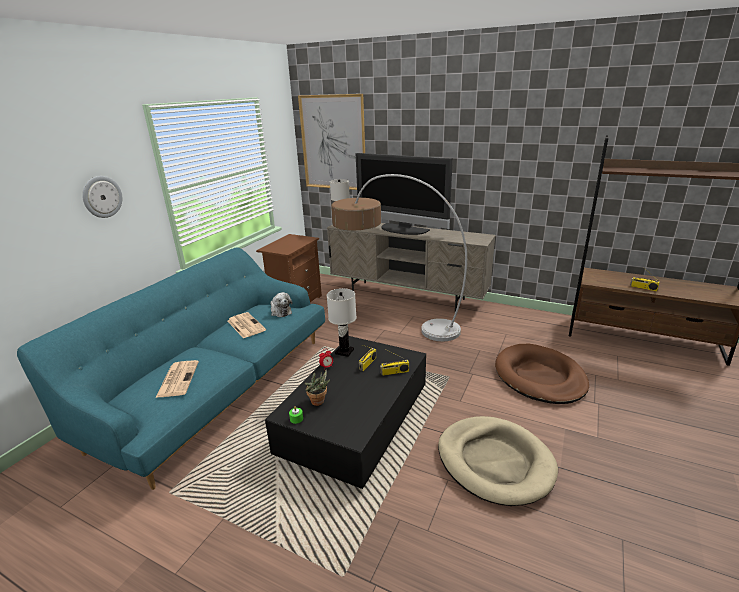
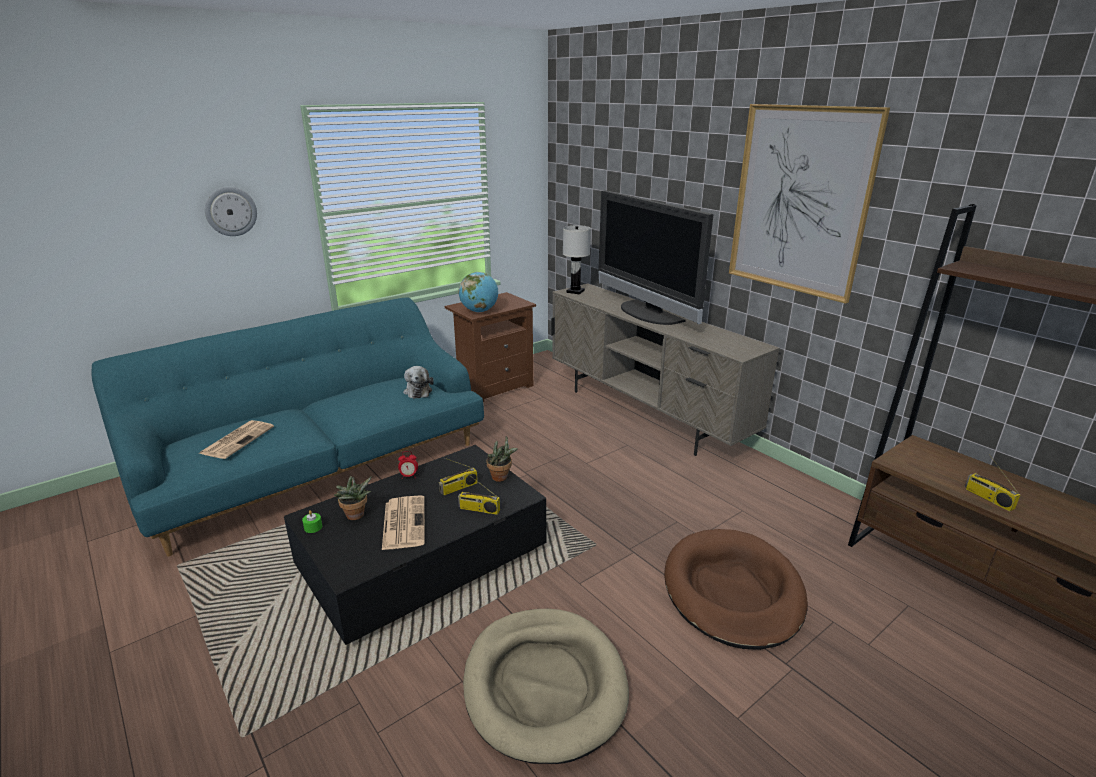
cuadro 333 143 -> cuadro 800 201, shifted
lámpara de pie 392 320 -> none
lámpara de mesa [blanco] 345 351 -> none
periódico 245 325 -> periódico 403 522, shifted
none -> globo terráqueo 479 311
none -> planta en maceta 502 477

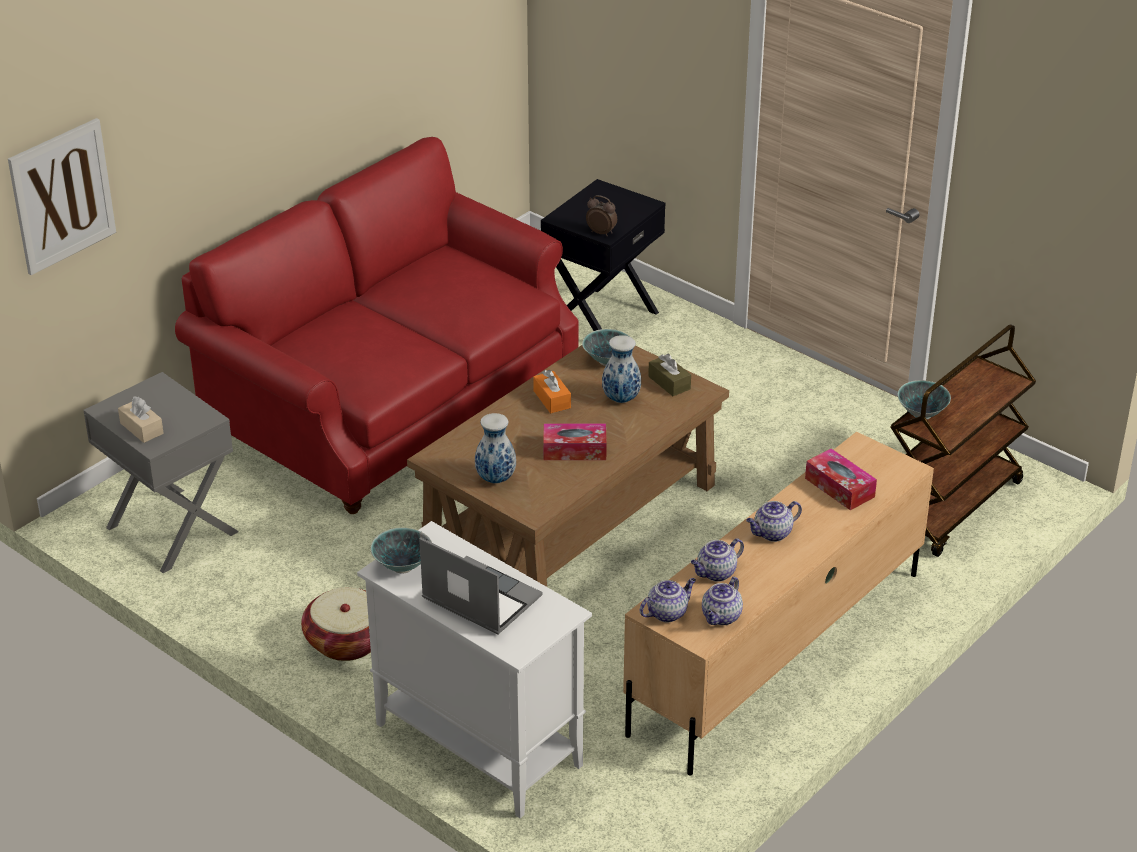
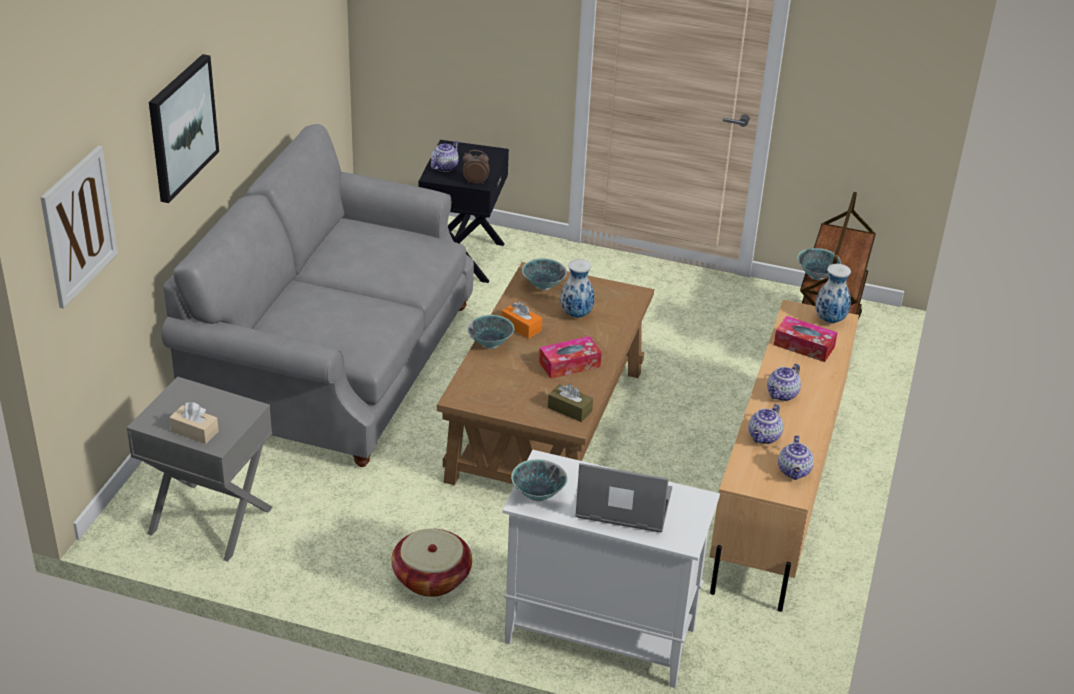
sofá [rojo] 392 400 -> sofá [gris] 333 362
caja de pañuelos [marrón] 669 383 -> caja de pañuelos [marrón] 569 409, shifted
florero 495 479 -> florero 829 320, shifted
tetera 667 612 -> tetera 444 167, shifted
none -> cuadro 181 127
none -> cuenco 490 344

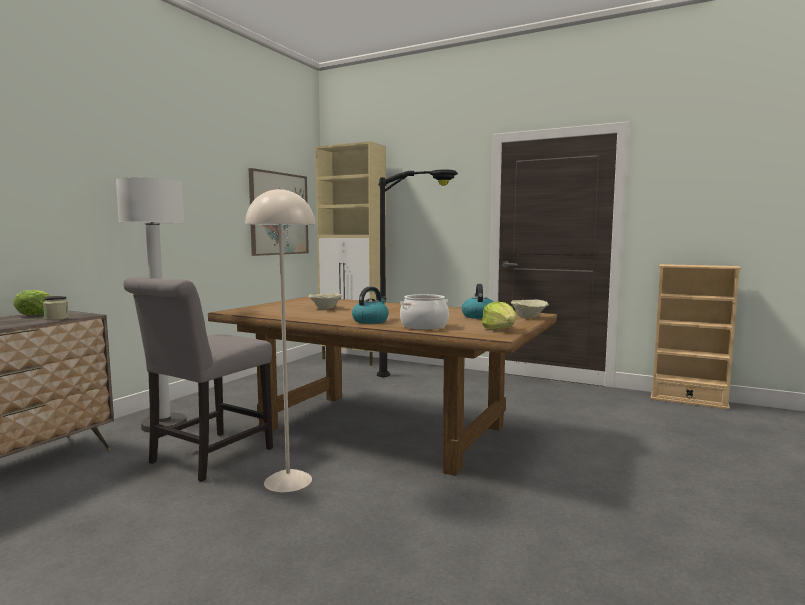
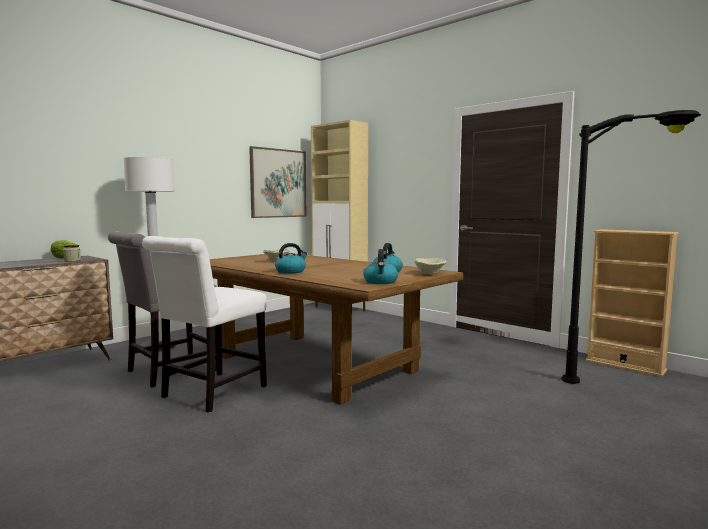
lámpara de pie [negro] 425 375 -> lámpara de pie [negro] 630 385, shifted
lámpara de pie [beis] 287 481 -> silla [blanco] 210 393
olla 424 326 -> none
lechuga 500 329 -> hervidor 380 282

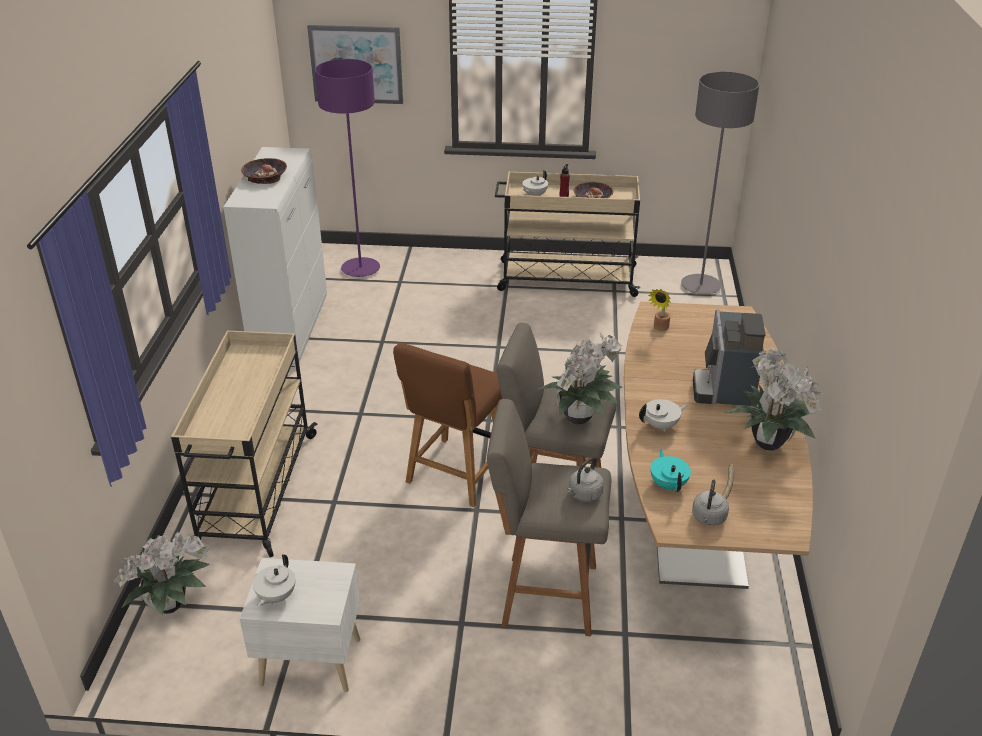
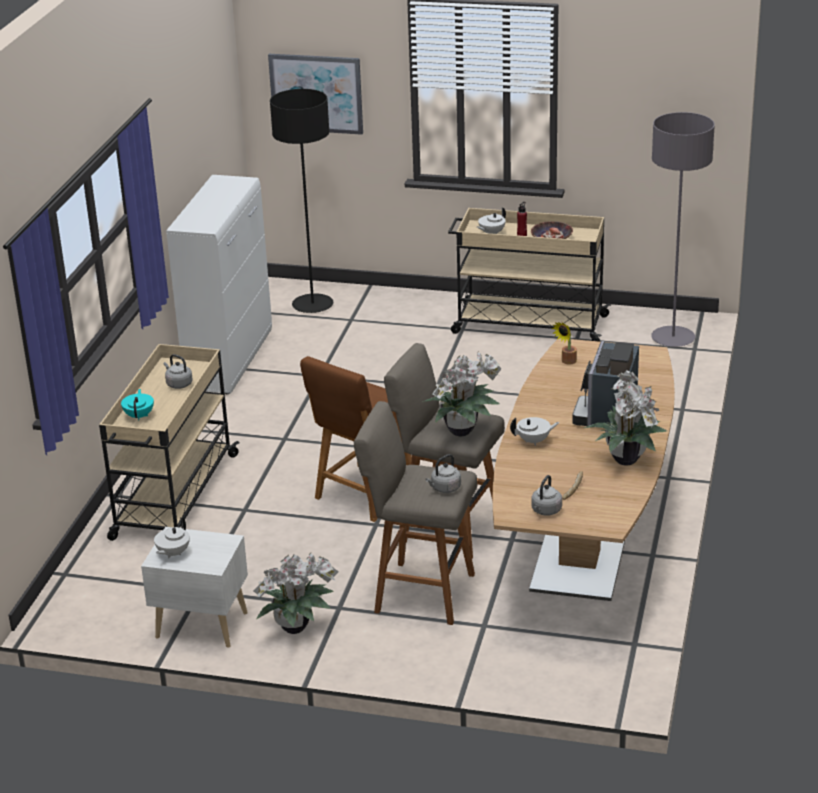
lámpara de pie [morado] 360 269 -> lámpara de pie [negro] 312 305
cuenco 265 177 -> none
tetera [turquesa] 668 484 -> tetera [turquesa] 139 416, shifted
planta en maceta 173 605 -> planta en maceta 297 628, shifted
none -> hervidor [gris] 178 384

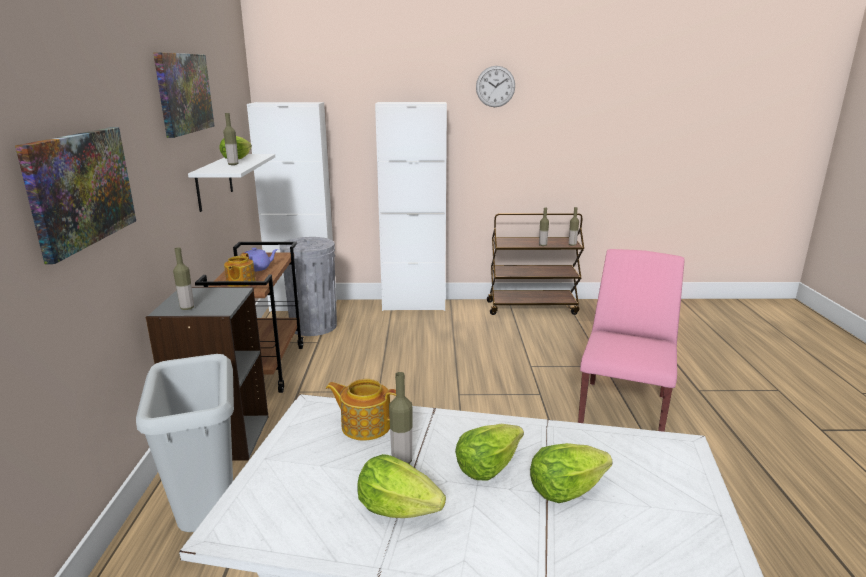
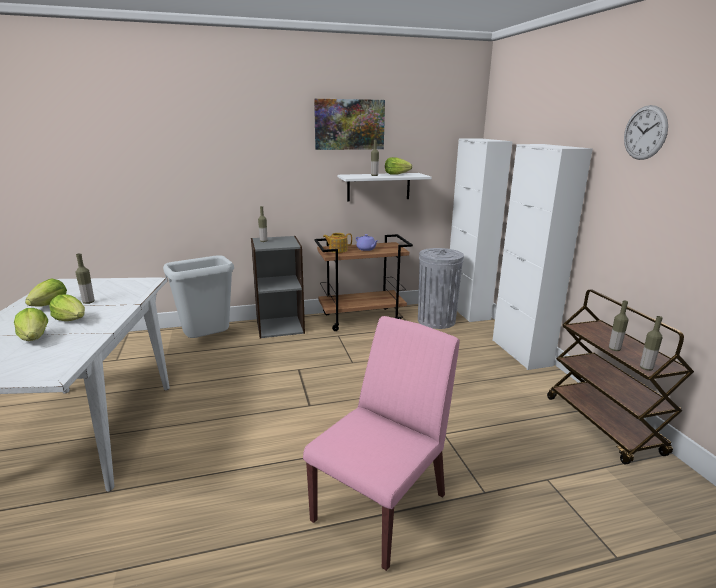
cuadro 80 189 -> none
silla [rosa] 623 411 -> silla [rosa] 381 507, 60 degrees counterclockwise
tetera 365 425 -> none

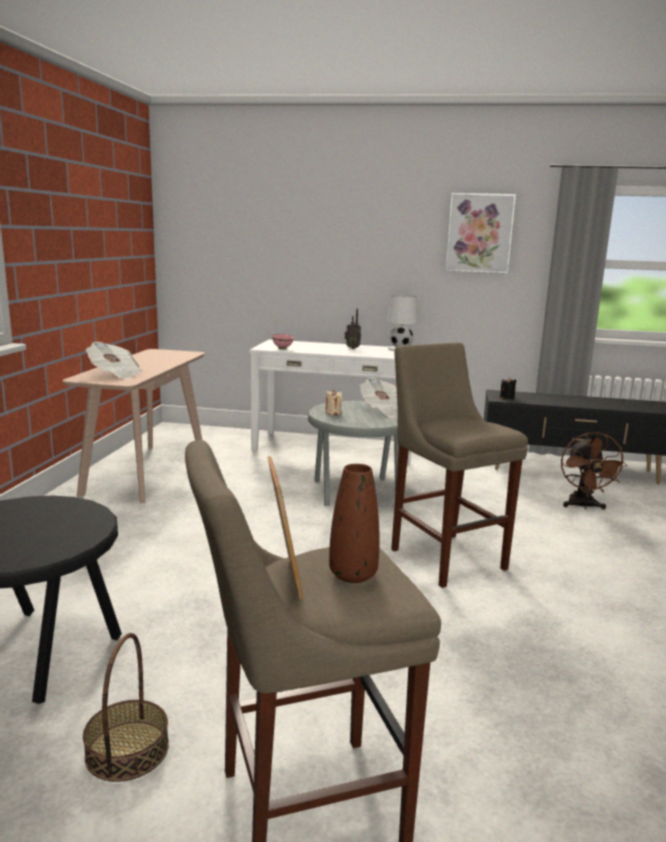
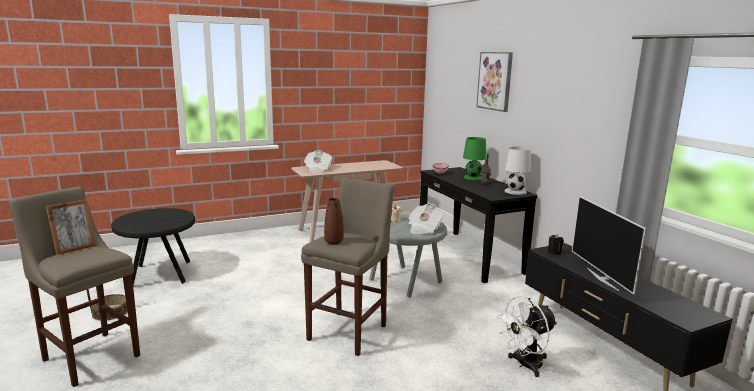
cuadro 479 233 -> cuadro 495 81, shifted
mesa consola [blanco] 334 447 -> mesa consola [negro] 468 255
ventilador [marrón] 583 506 -> ventilador [blanco] 525 365
florero [marrón] 353 575 -> florero [marrón] 333 242, shifted
none -> lámpara de mesa [verde] 473 178
none -> televisor 603 279

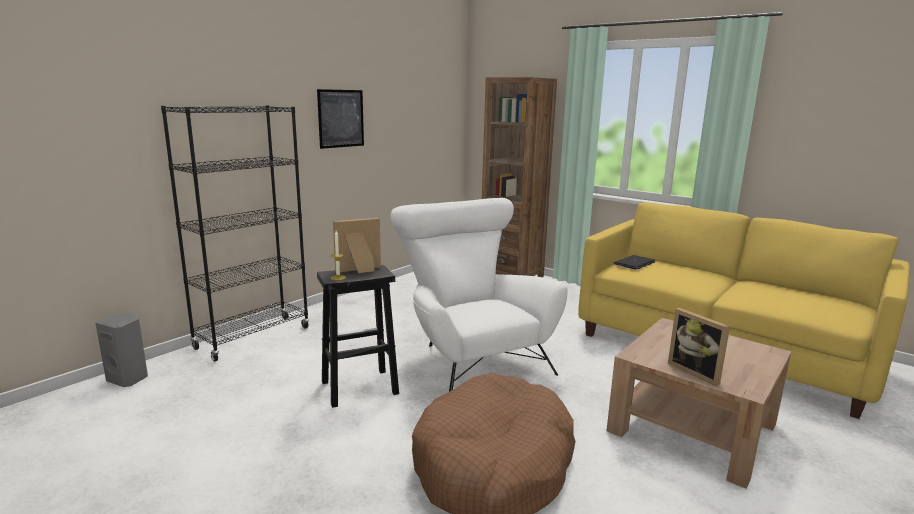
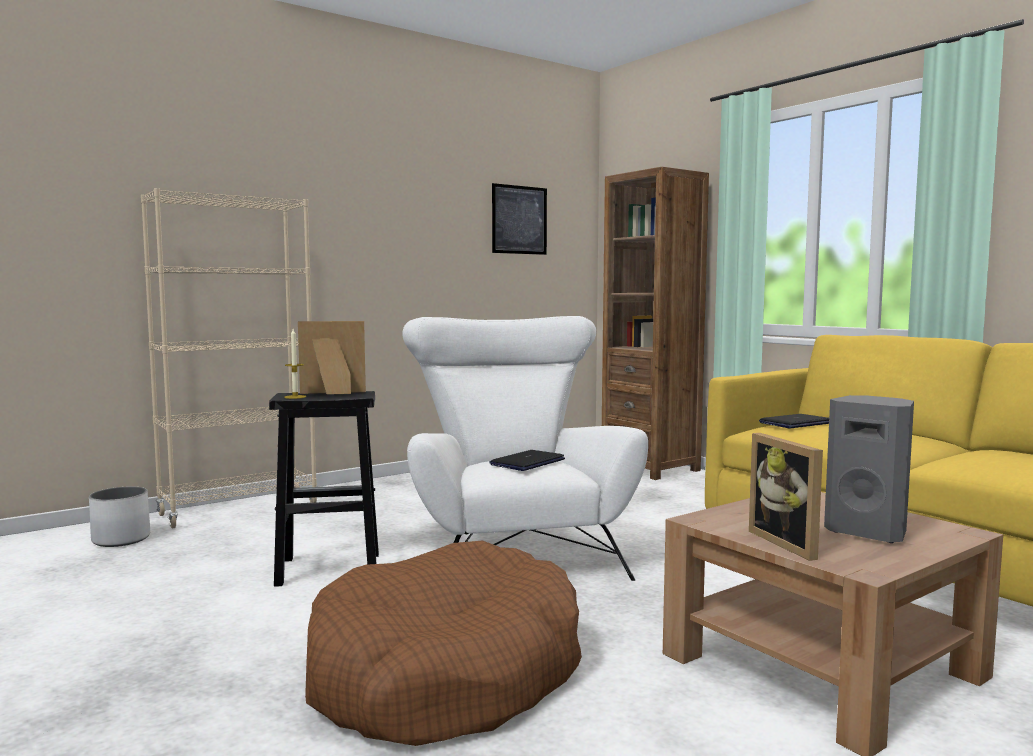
cuadro 341 118 -> cuadro 519 220, shifted
estantería [negro] 253 338 -> estantería [beis] 239 509
altavoz [gris] 129 379 -> altavoz [gris] 868 532, shifted
none -> portátil 527 462
none -> maceta [blanco] 121 539

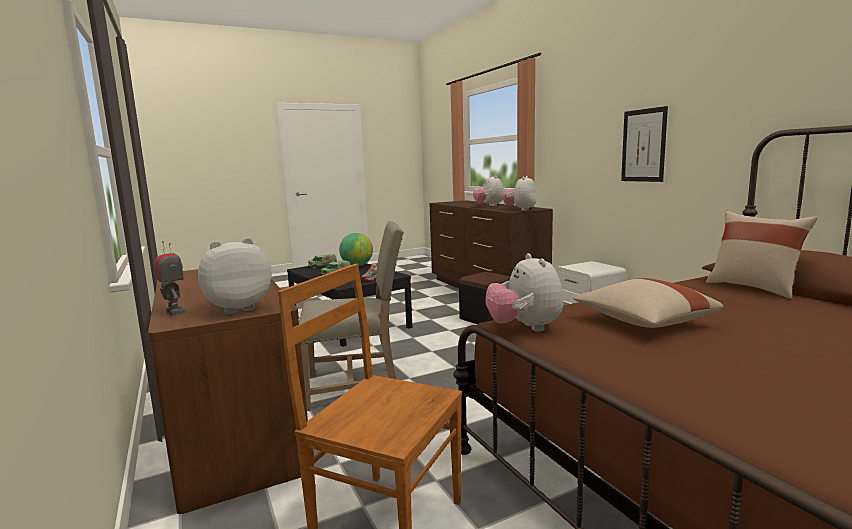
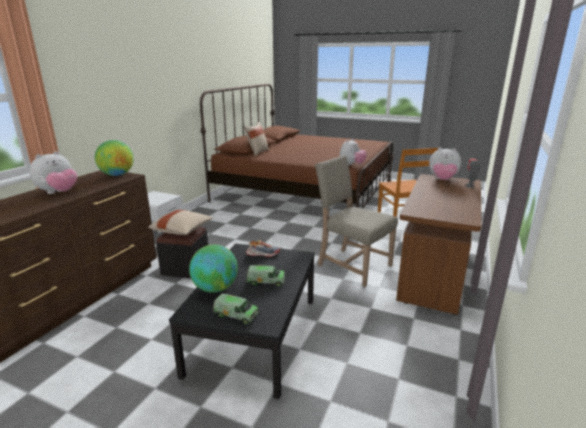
cuadro 643 145 -> none
peluche 520 210 -> globo terráqueo 117 175
cojín [beis] 643 322 -> cojín [beis] 182 231, shifted

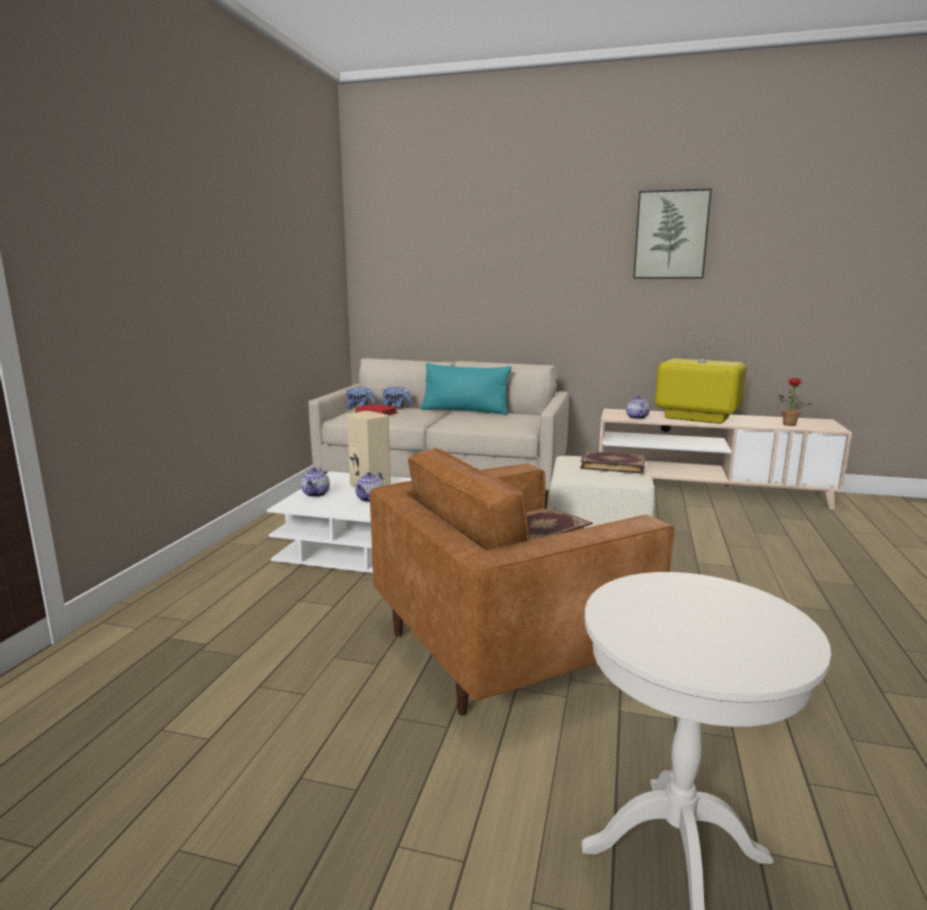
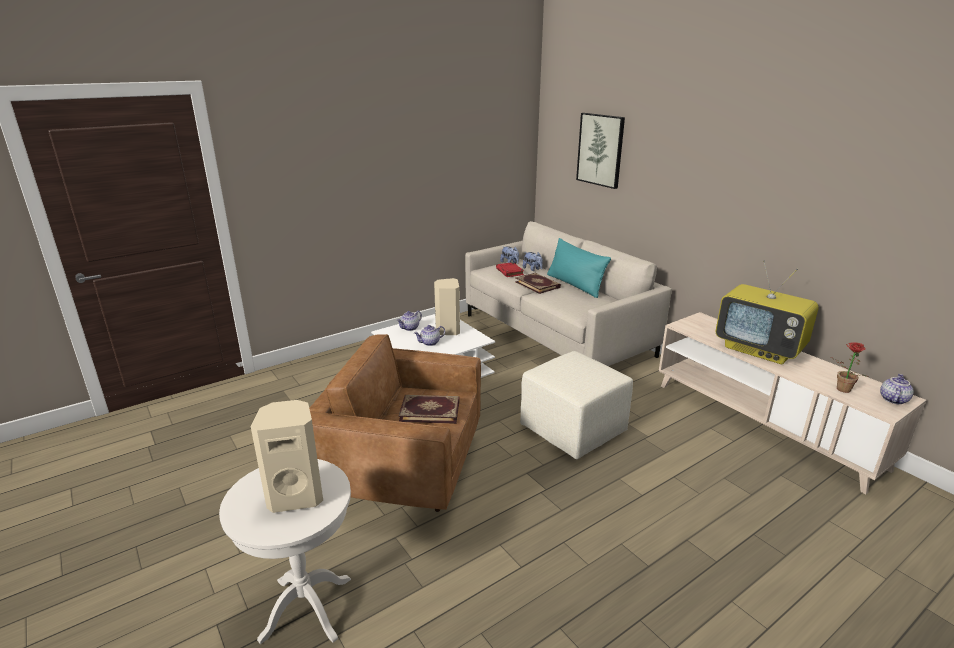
cuadro 671 235 -> cuadro 600 150, shifted
televisor 695 418 -> televisor 760 350, 150 degrees clockwise
tetera 636 417 -> tetera 892 399, shifted
libro 612 465 -> libro 538 284, shifted
none -> altavoz [beis] 296 496

